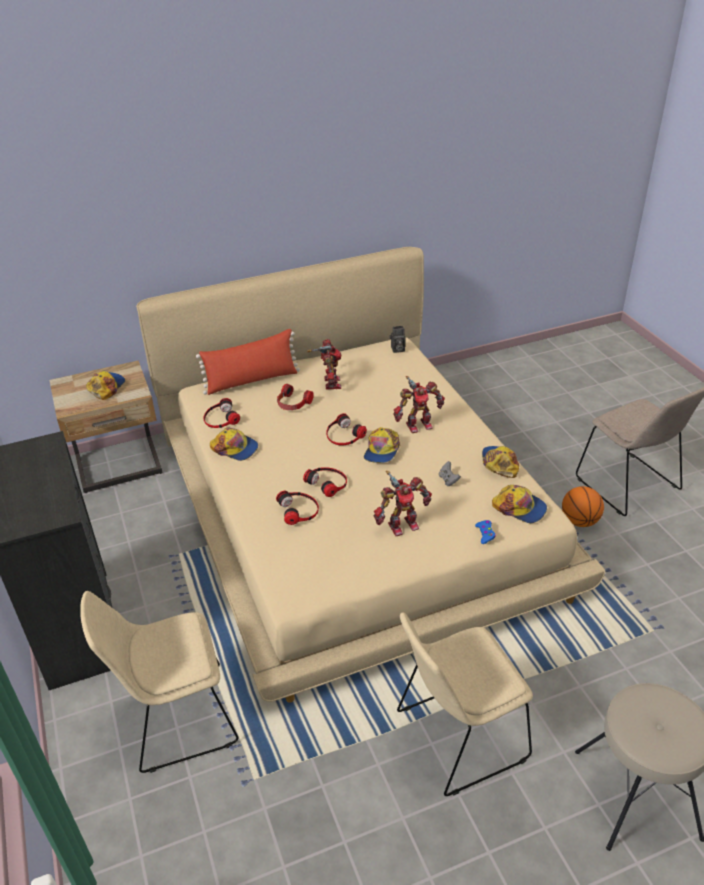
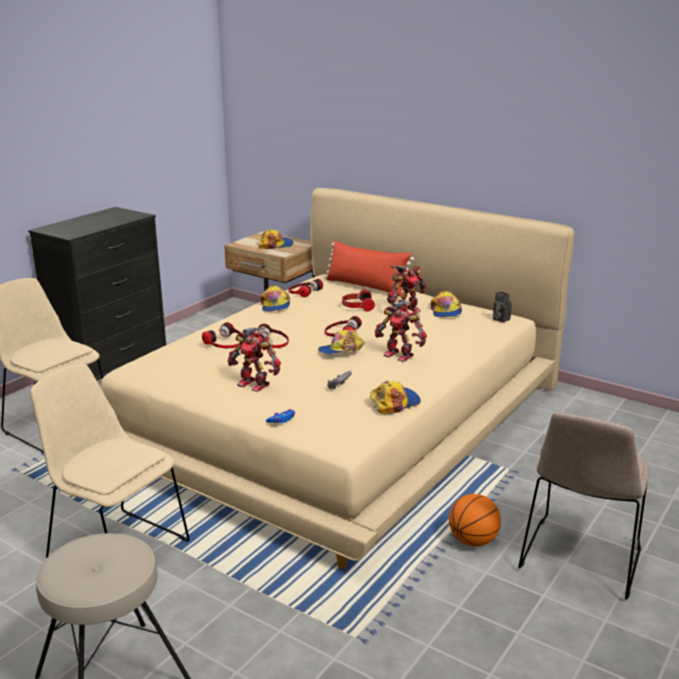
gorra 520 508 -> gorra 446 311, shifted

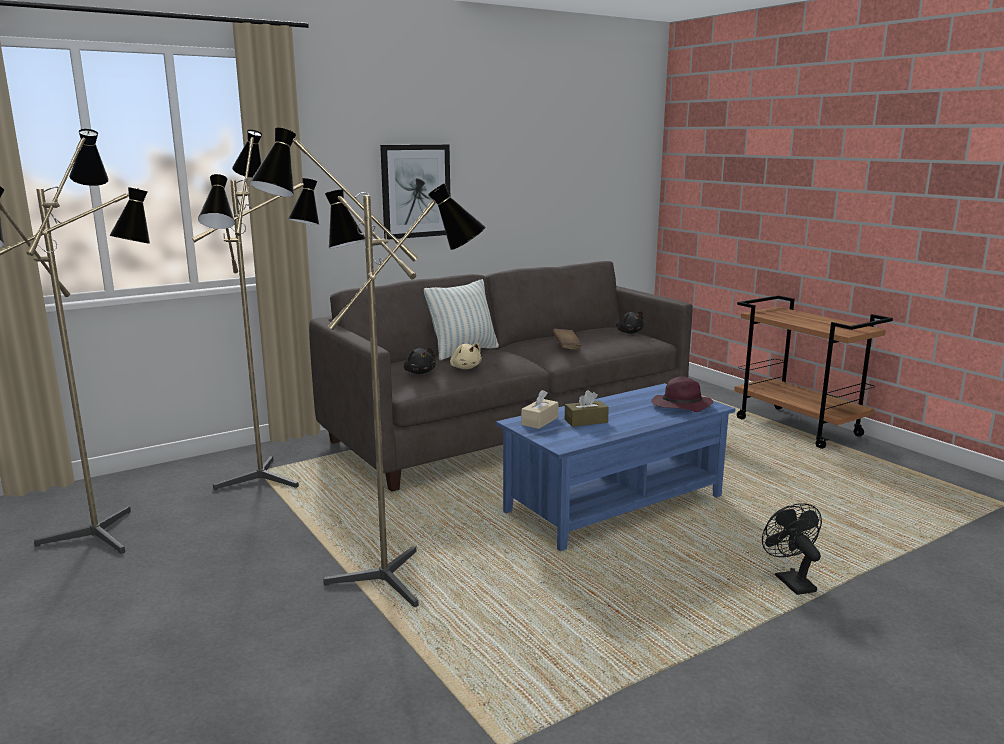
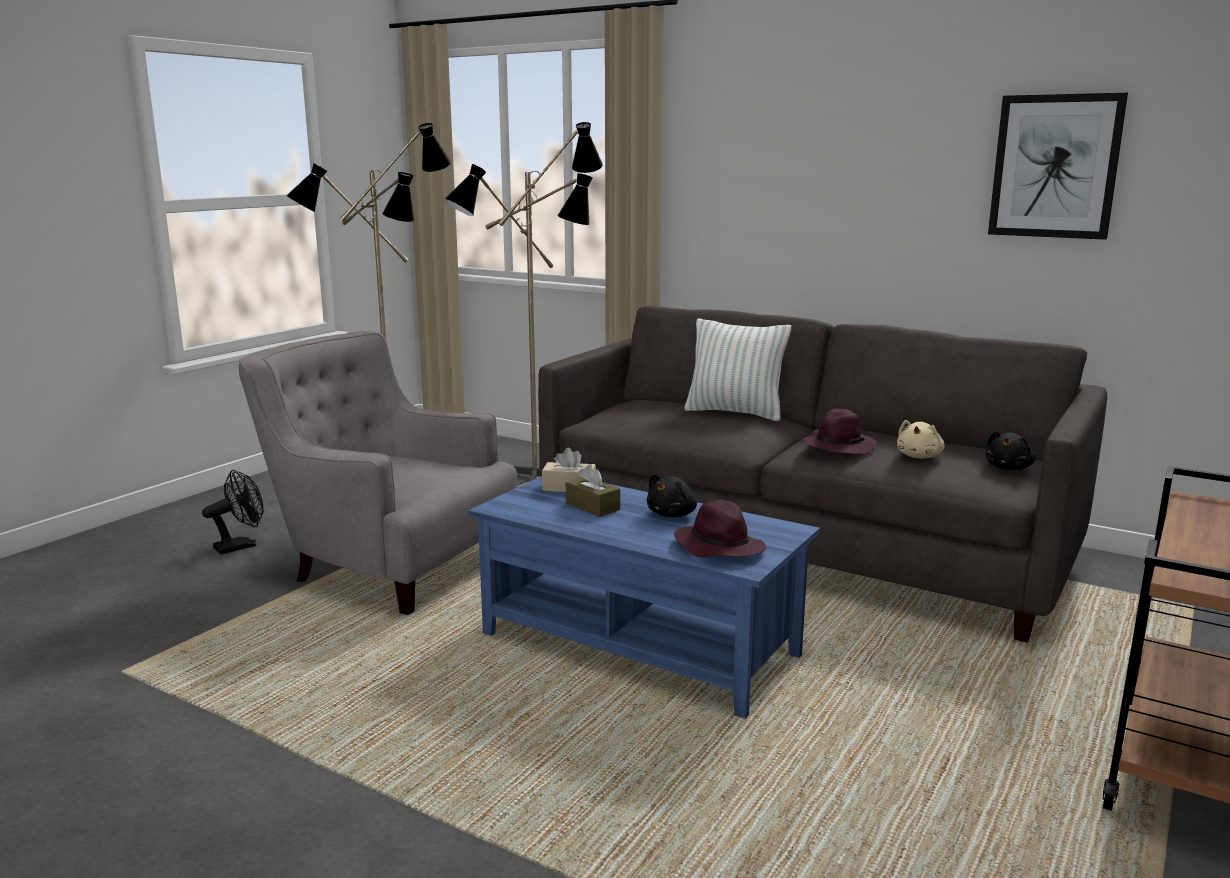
lámpara de pie 383 573 -> sillón [gris] 387 565
cuadro 416 191 -> cuadro 1055 166, shifted
libro [marrón] 566 347 -> sombrero [morado] 838 446
peluche [beis] 465 368 -> peluche [beis] 919 456, shifted
peluche [negro] 419 372 -> peluche [negro] 673 514, shifted
ventilador [negro] 790 581 -> ventilador [negro] 241 546, shifted

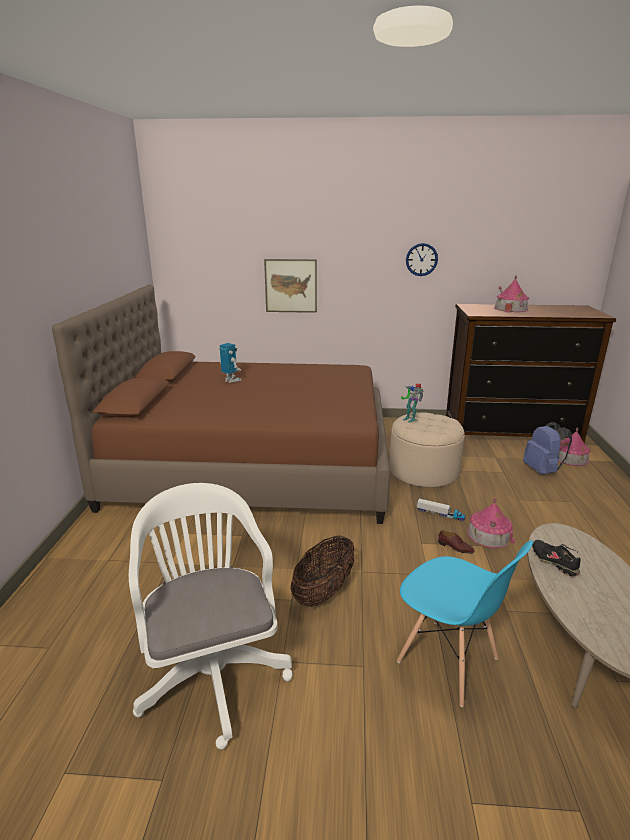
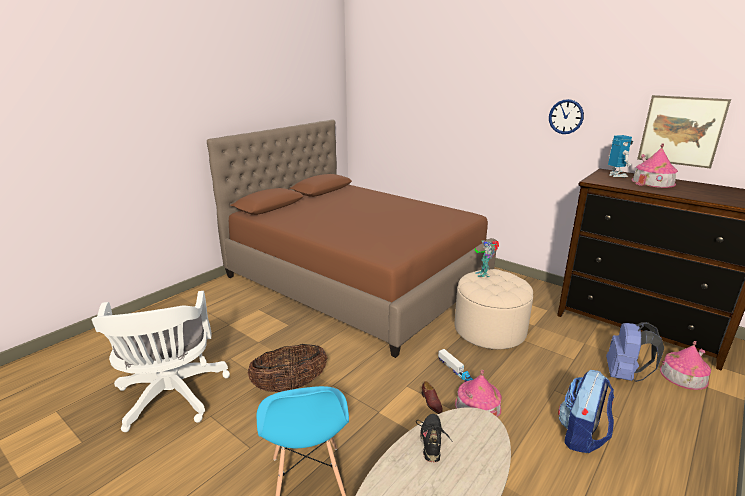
cuadro 291 286 -> cuadro 681 131, shifted
robot de juguete 231 380 -> robot de juguete 616 175, shifted
silla de oficina [blanco] 212 669 -> silla de oficina [blanco] 172 398, 150 degrees clockwise
none -> mochila 581 436

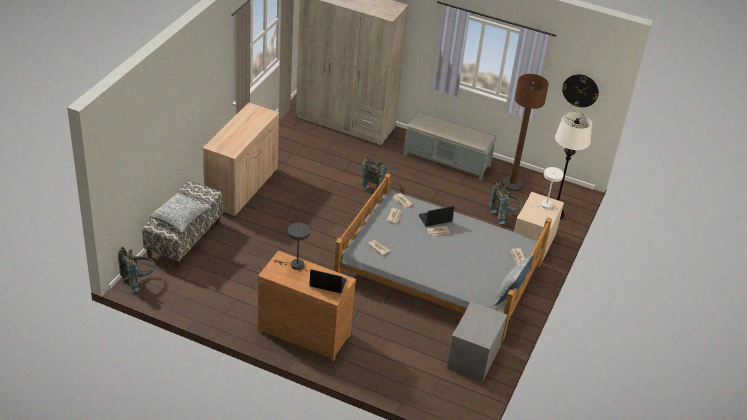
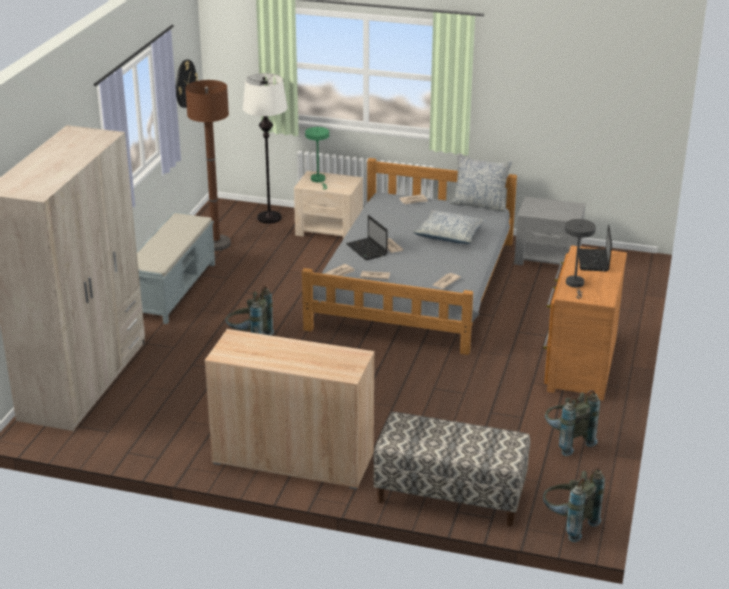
lámpara de mesa [blanco] 544 205 -> lámpara de mesa [verde] 319 180
mochila [gris] 504 215 -> mochila [gris] 566 441, shifted
cojín 180 218 -> cojín 450 235, shifted

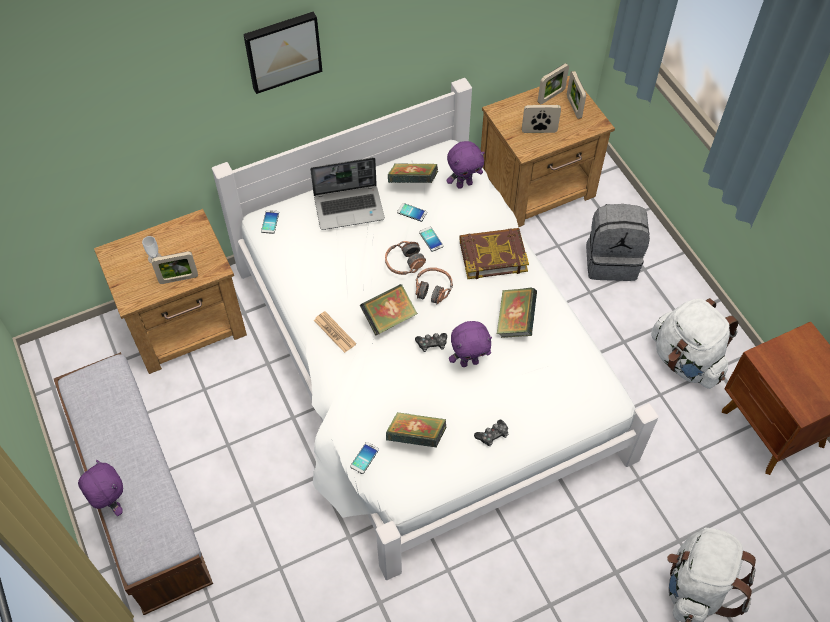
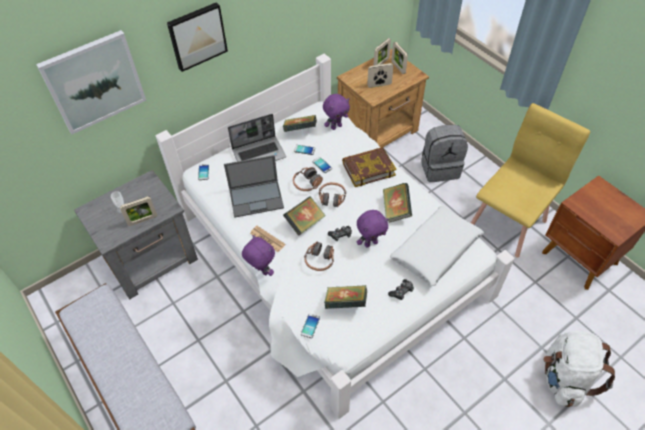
mesita de noche [marrón] 187 323 -> mesita de noche [gris] 152 259
mochila [blanco] 686 360 -> silla [amarillo] 508 224
peluche [morado] 111 503 -> peluche [morado] 261 271, shifted
none -> cuadro 94 82
none -> portátil 257 198
none -> cojín [blanco] 436 250
none -> auriculares 319 260

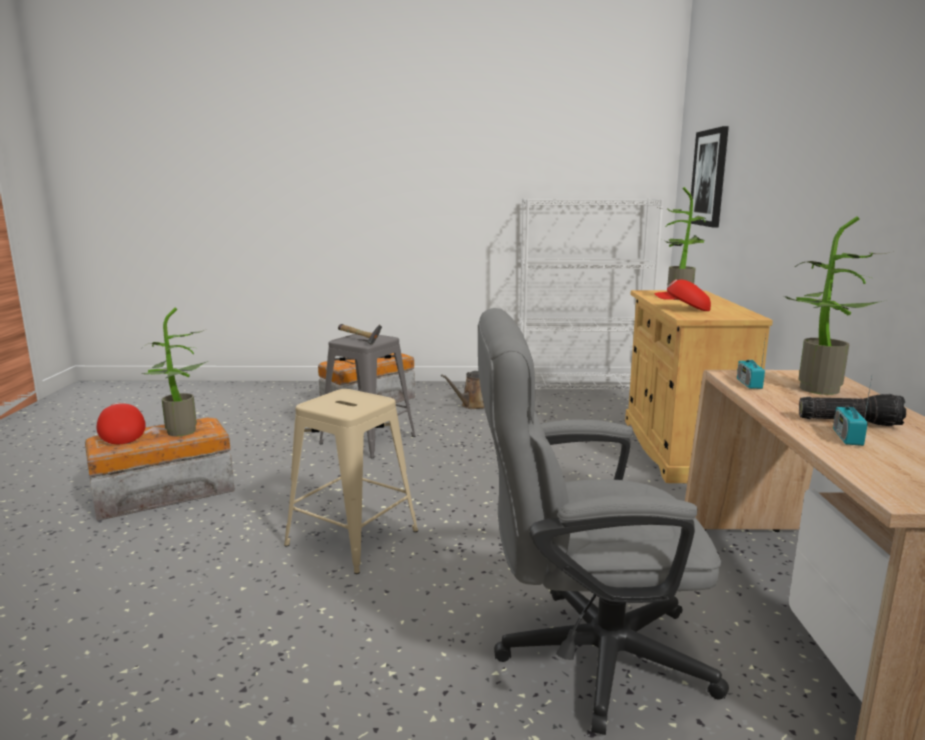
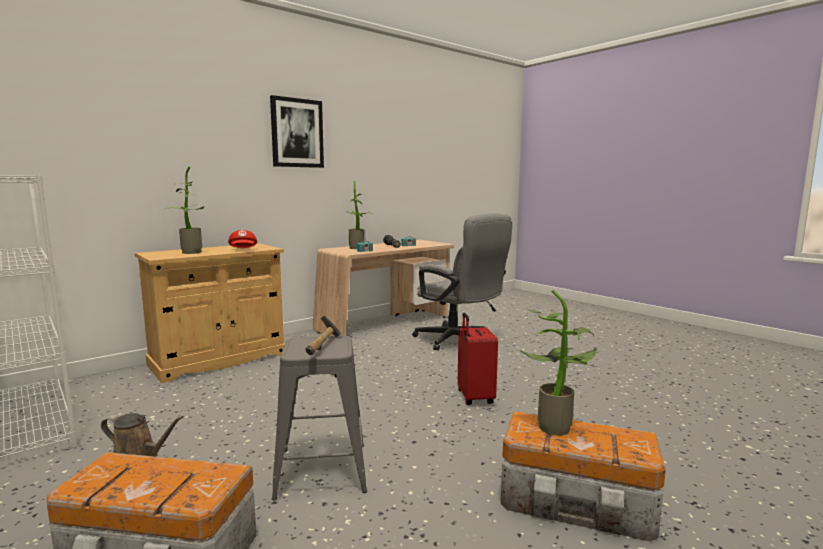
cuadro 709 178 -> cuadro 297 133, shifted
taburete [beis] 352 538 -> maleta [rojo] 474 398
gorra [rojo] 121 435 -> none

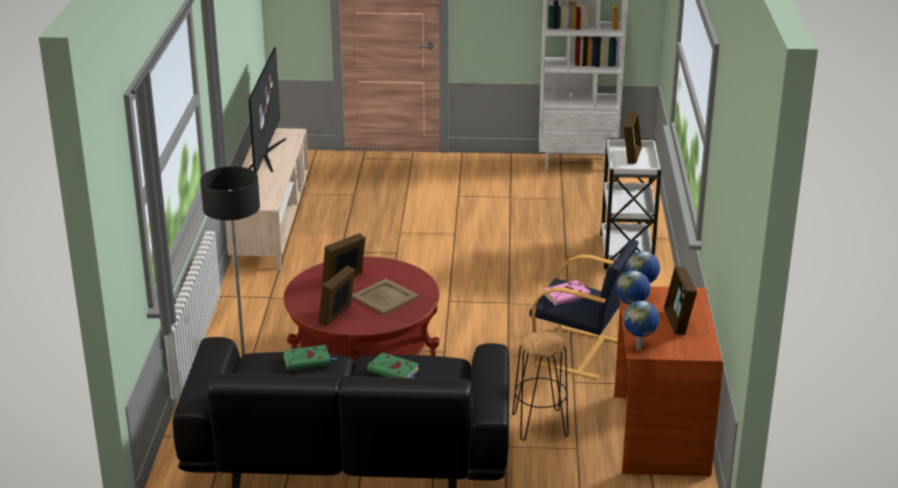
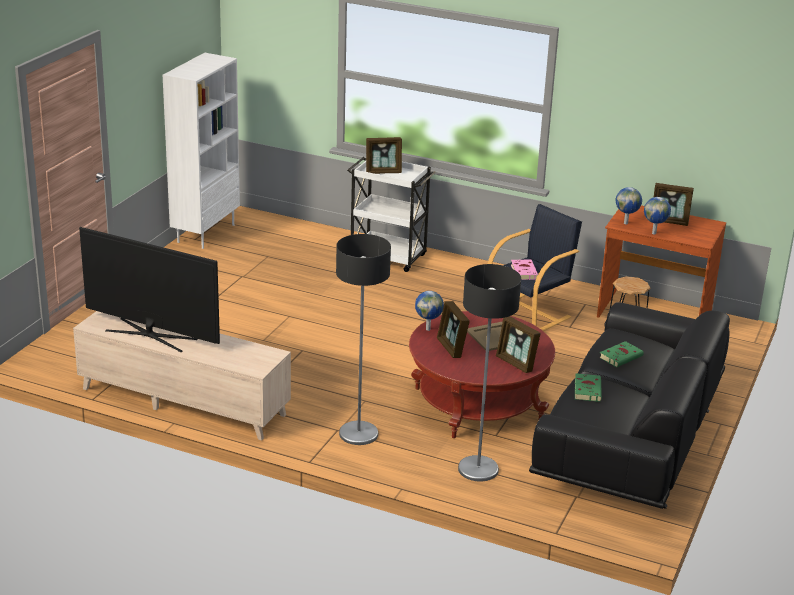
portarretratos 631 156 -> portarretratos 383 172, 135 degrees clockwise
globo terráqueo 639 348 -> globo terráqueo 428 329, shifted
none -> lámpara de pie 358 434

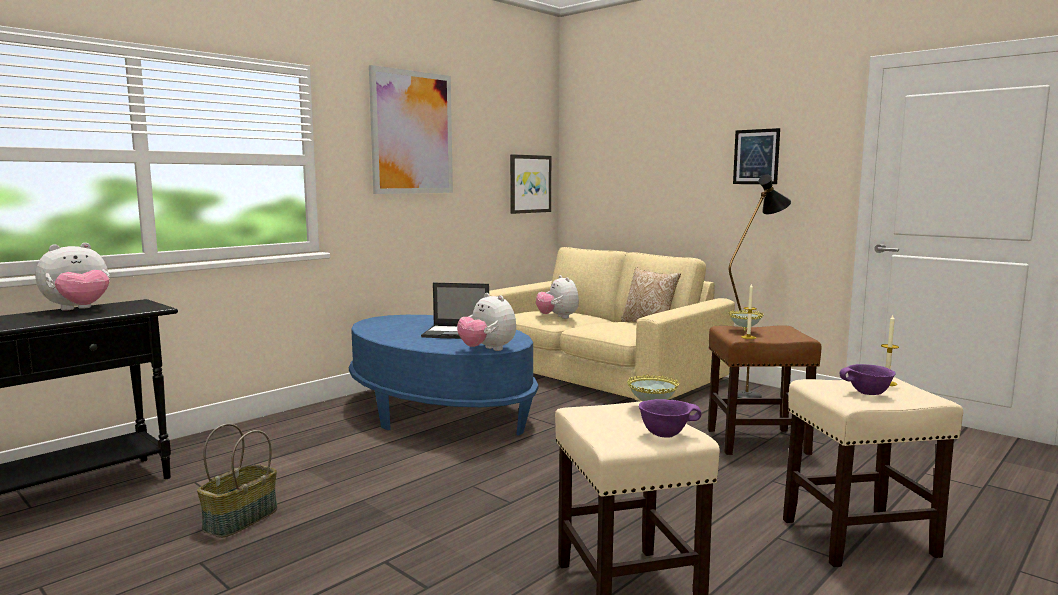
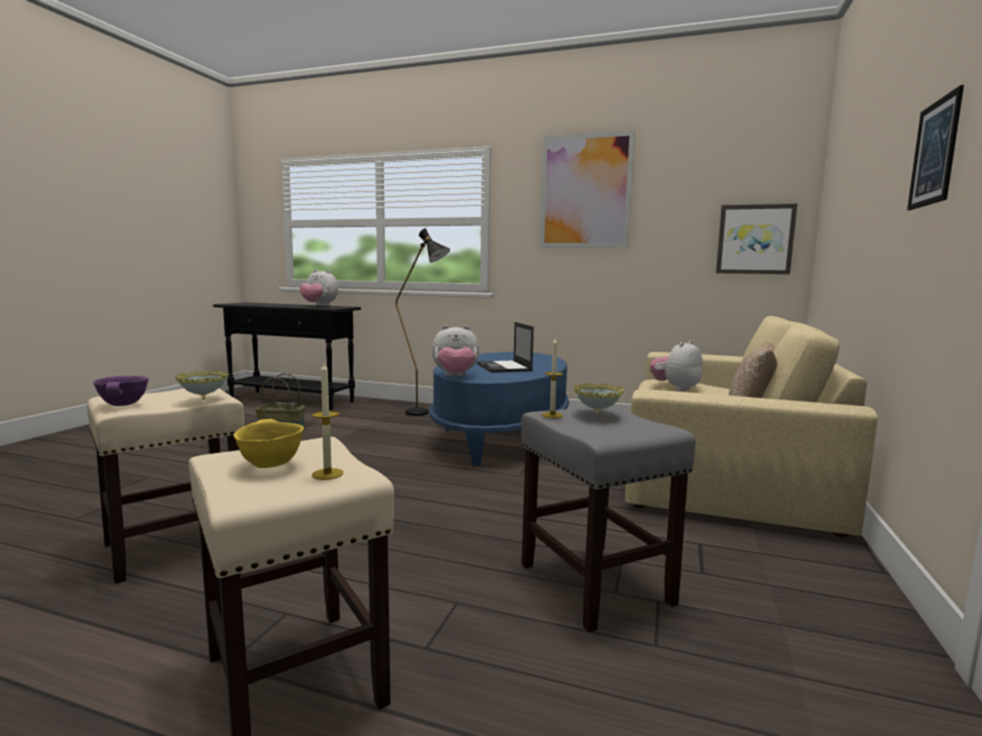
lámpara de pie [negro] 753 395 -> lámpara de pie [negro] 424 414, shifted
peluche 487 350 -> peluche 455 376, 120 degrees counterclockwise
taburete [marrón] 756 441 -> taburete [gris] 593 582
cuenco [morado] 867 393 -> cuenco [amarillo] 269 464

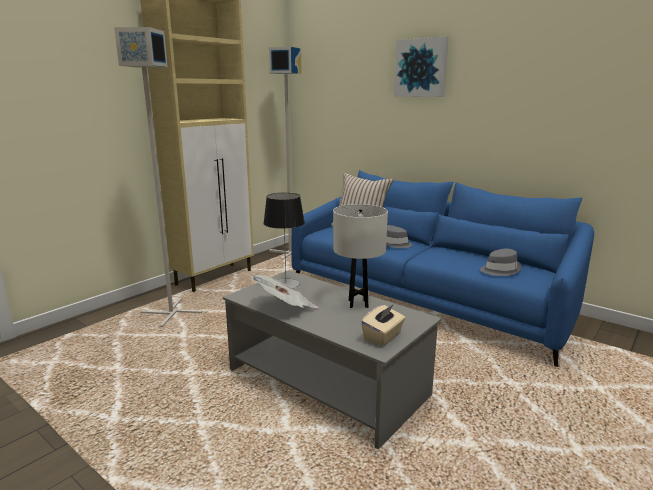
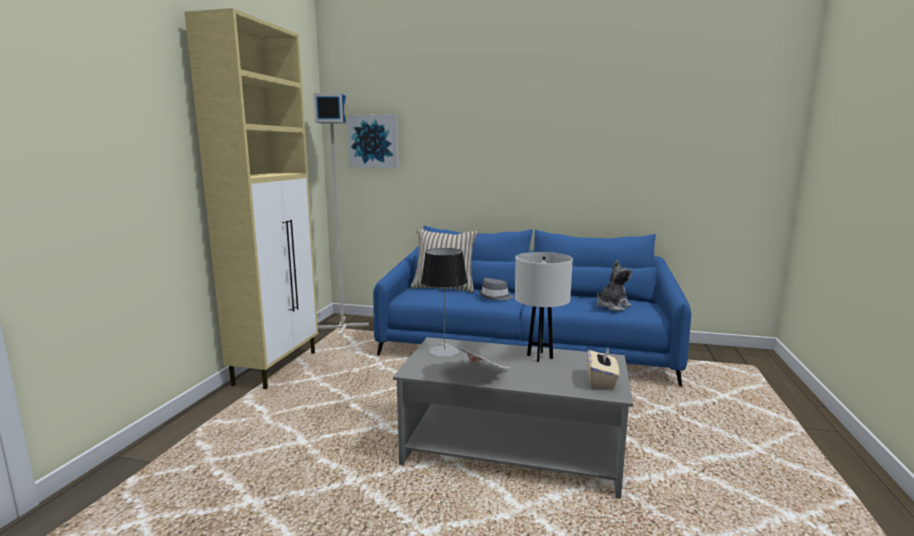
lámpara de pie [gris] 170 313 -> none
cuadro 421 68 -> cuadro 373 141, shifted
sombrero [gris] 500 270 -> peluche 612 306

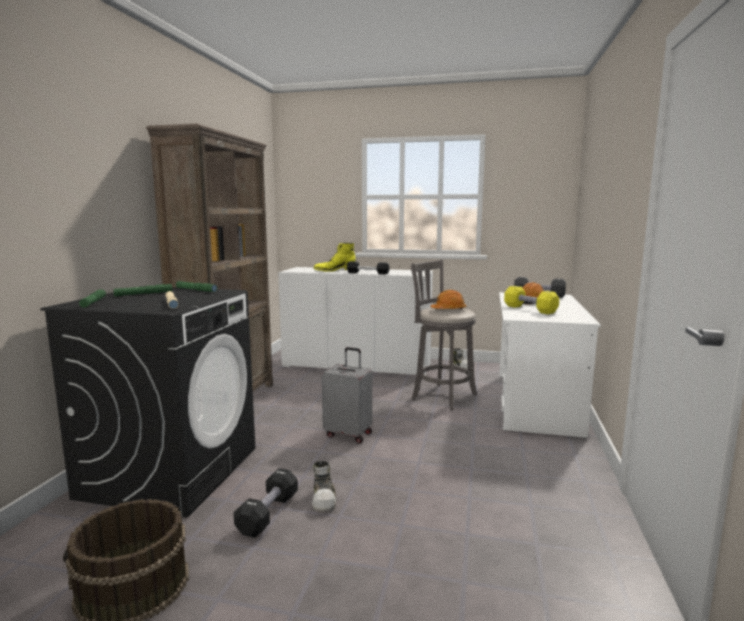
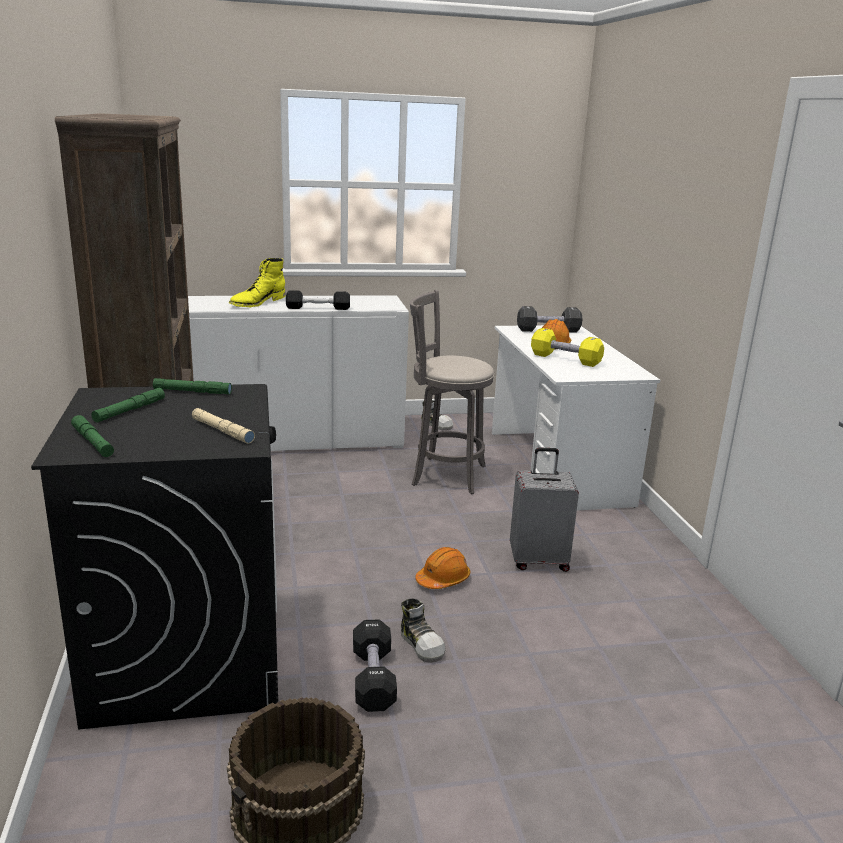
casco [naranja] 448 310 -> casco [naranja] 443 579, shifted
maleta [gris] 349 434 -> maleta [gris] 538 561, shifted

